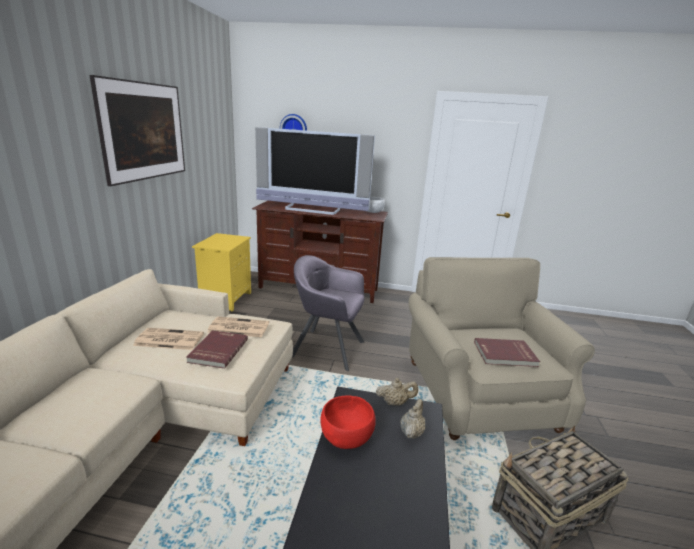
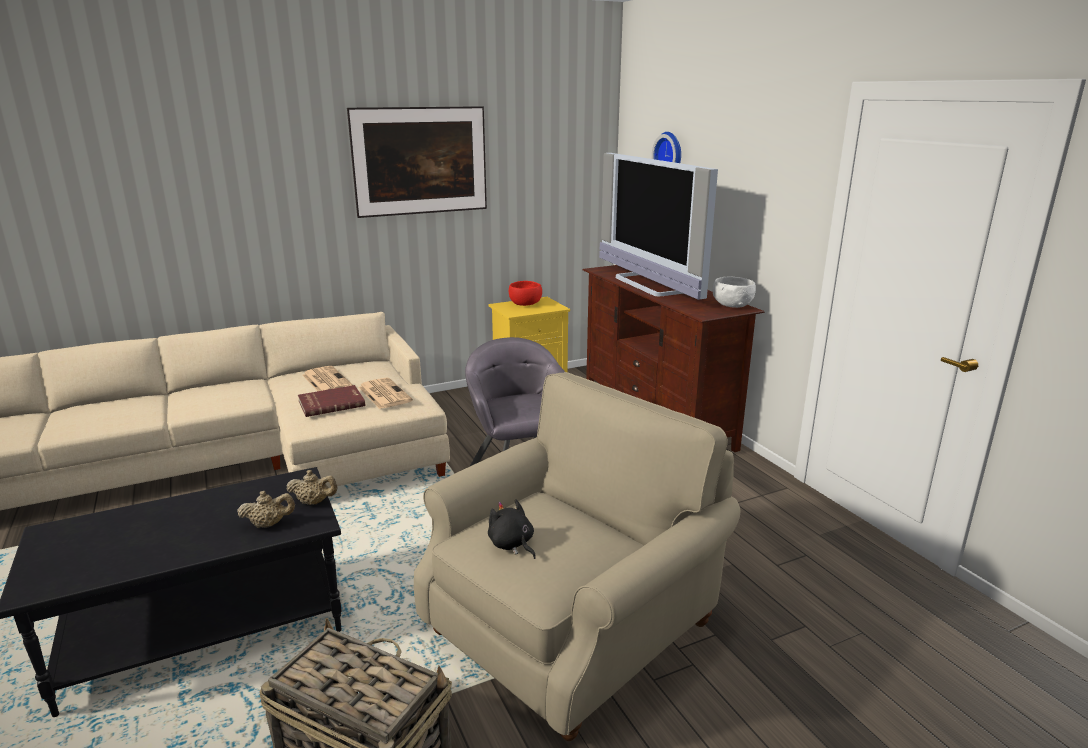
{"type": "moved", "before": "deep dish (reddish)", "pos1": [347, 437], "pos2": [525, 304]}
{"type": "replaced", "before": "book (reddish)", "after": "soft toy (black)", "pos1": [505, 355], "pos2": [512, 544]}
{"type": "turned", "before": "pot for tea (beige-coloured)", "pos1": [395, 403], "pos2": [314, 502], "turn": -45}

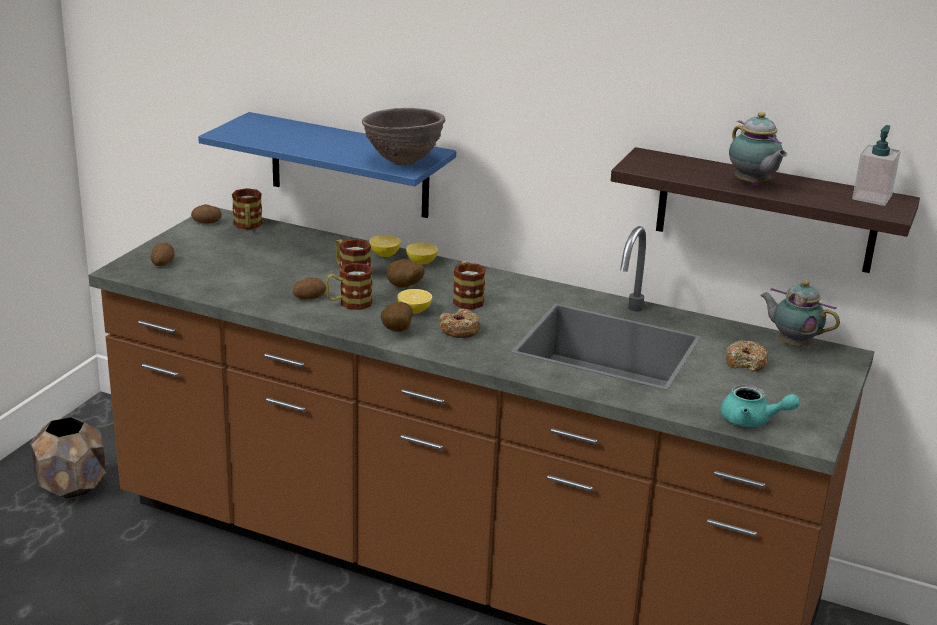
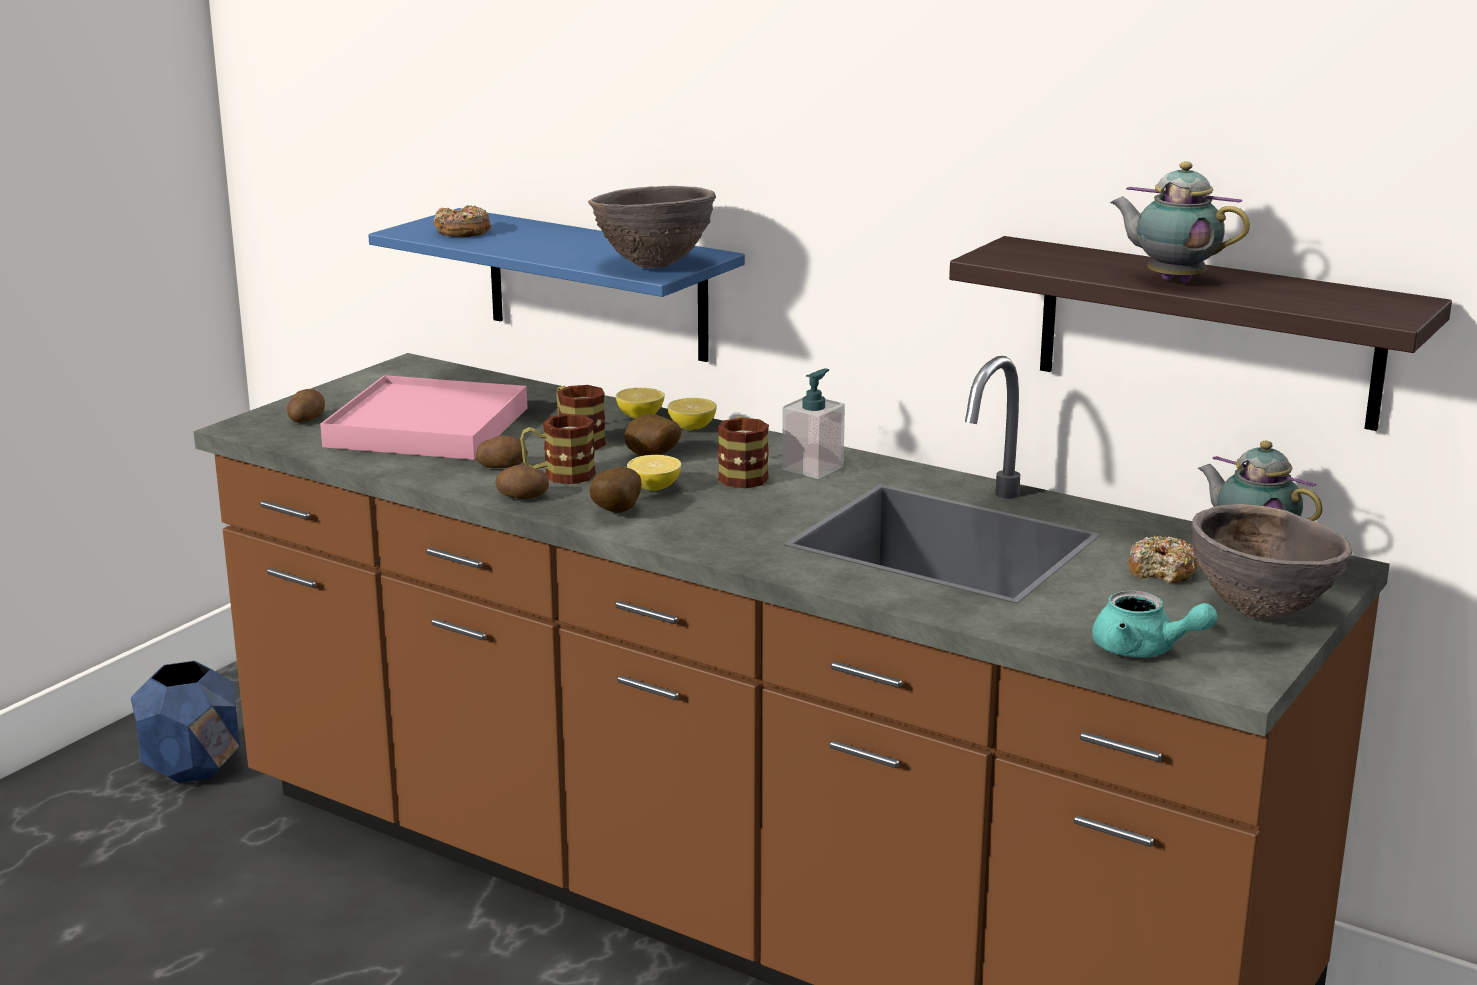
{"type": "removed", "before": "coffee mug", "pos1": [248, 226]}
{"type": "added", "after": "tray (pink-coloured)", "pos2": [428, 427]}
{"type": "added", "after": "deep dish (brownish)", "pos2": [1261, 613]}
{"type": "moved", "before": "potato", "pos1": [207, 222], "pos2": [523, 497]}
{"type": "moved", "before": "donut", "pos1": [459, 330], "pos2": [462, 232]}
{"type": "moved", "before": "liquid soap bottle", "pos1": [872, 197], "pos2": [813, 468]}
{"type": "recoloured", "before": "planter (brownish)", "after": "planter (bluish)", "pos1": [72, 487], "pos2": [193, 768]}
{"type": "turned", "before": "pot for tea", "pos1": [752, 184], "pos2": [1171, 280], "turn": 135}

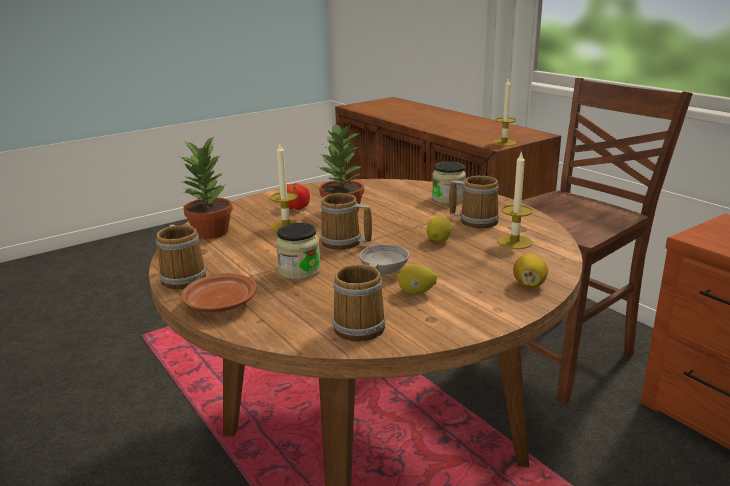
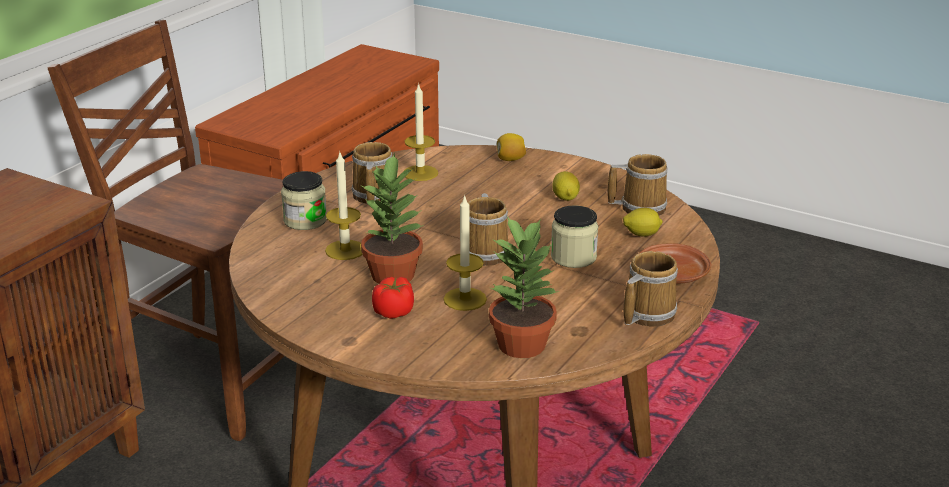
{"type": "removed", "before": "deep dish (grey)", "pos1": [384, 270]}
{"type": "moved", "before": "citrus fruit", "pos1": [439, 240], "pos2": [641, 235]}
{"type": "moved", "before": "wax candle", "pos1": [504, 143], "pos2": [345, 250]}

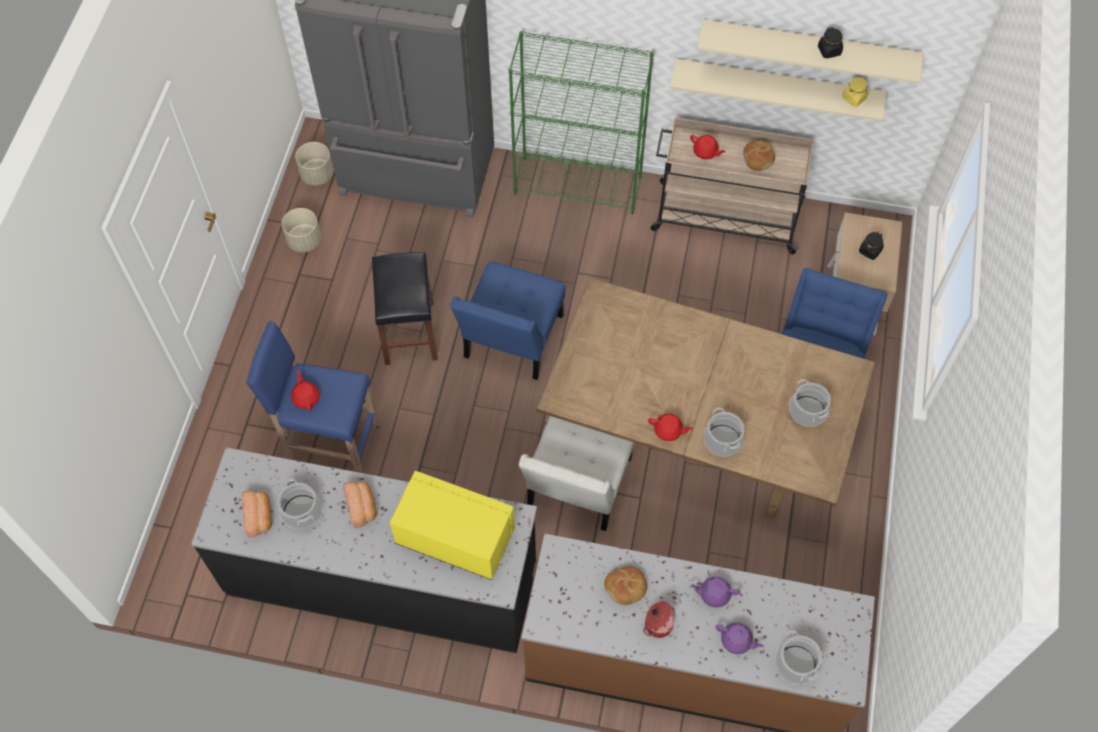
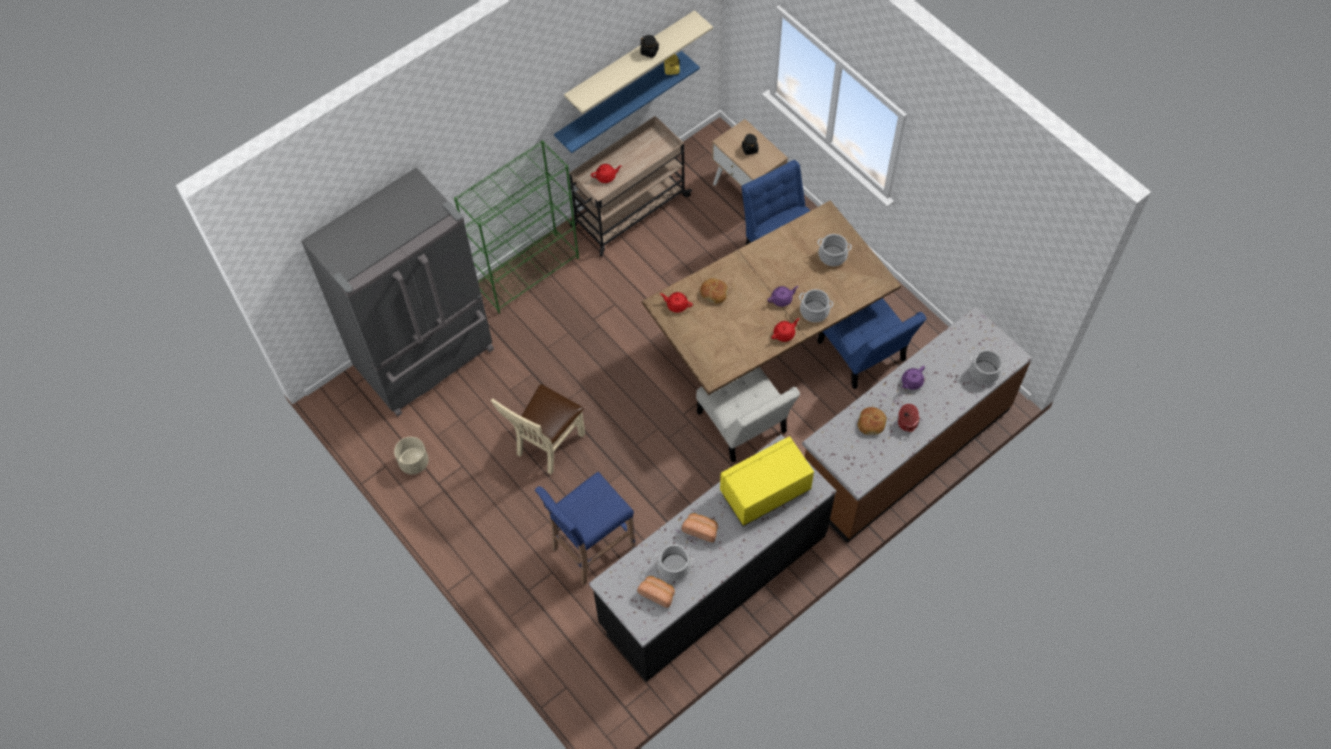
{"type": "removed", "before": "planter (beige-coloured)", "pos1": [317, 174]}
{"type": "moved", "before": "pot for tea (reddish)", "pos1": [306, 397], "pos2": [676, 305]}
{"type": "moved", "before": "upright chair (bluish)", "pos1": [511, 341], "pos2": [864, 355]}
{"type": "moved", "before": "pot for tea (purple-coloured)", "pos1": [736, 641], "pos2": [782, 299]}
{"type": "moved", "before": "bakery bread", "pos1": [758, 158], "pos2": [714, 293]}
{"type": "replaced", "before": "sitting stool (black)", "after": "upright chair (beige-coloured)", "pos1": [408, 332], "pos2": [547, 446]}
{"type": "recoloured", "before": "wall shelf (beige-coloured)", "after": "wall shelf (bluish)", "pos1": [777, 86], "pos2": [619, 100]}

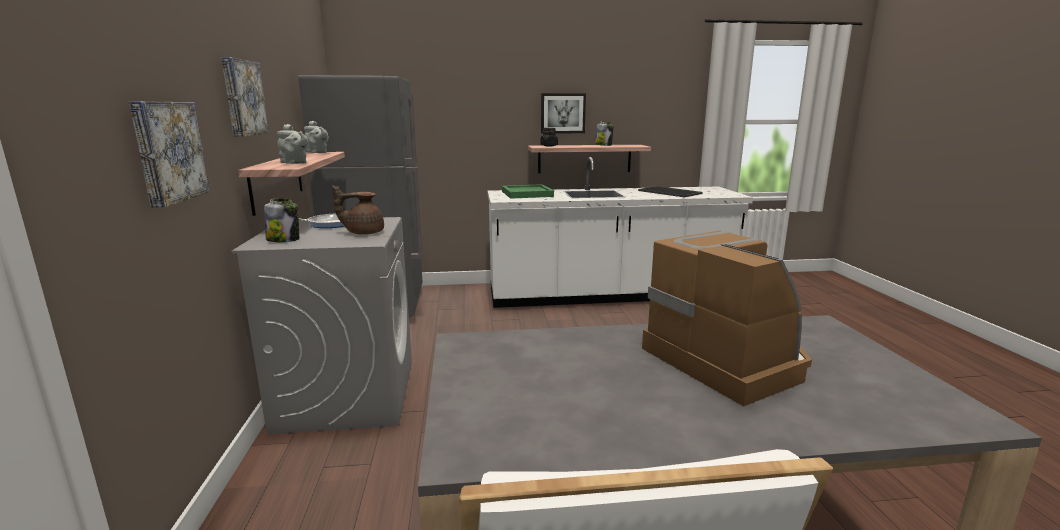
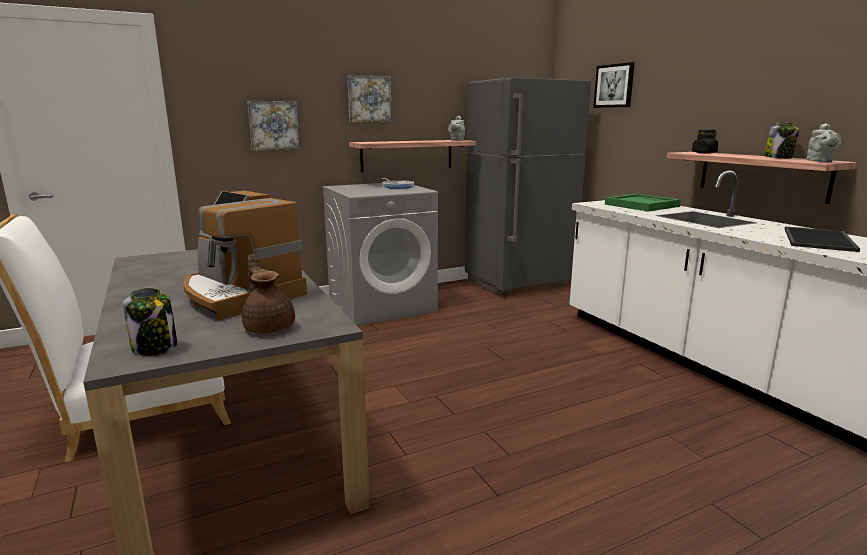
{"type": "moved", "before": "storage jar", "pos1": [284, 240], "pos2": [155, 347]}
{"type": "moved", "before": "pot for tea (grey)", "pos1": [295, 163], "pos2": [819, 161]}
{"type": "moved", "before": "pot for tea (brownish)", "pos1": [363, 233], "pos2": [269, 327]}
{"type": "moved", "before": "wall picture", "pos1": [563, 113], "pos2": [614, 86]}
{"type": "turned", "before": "coffee maker", "pos1": [726, 359], "pos2": [240, 295], "turn": 90}

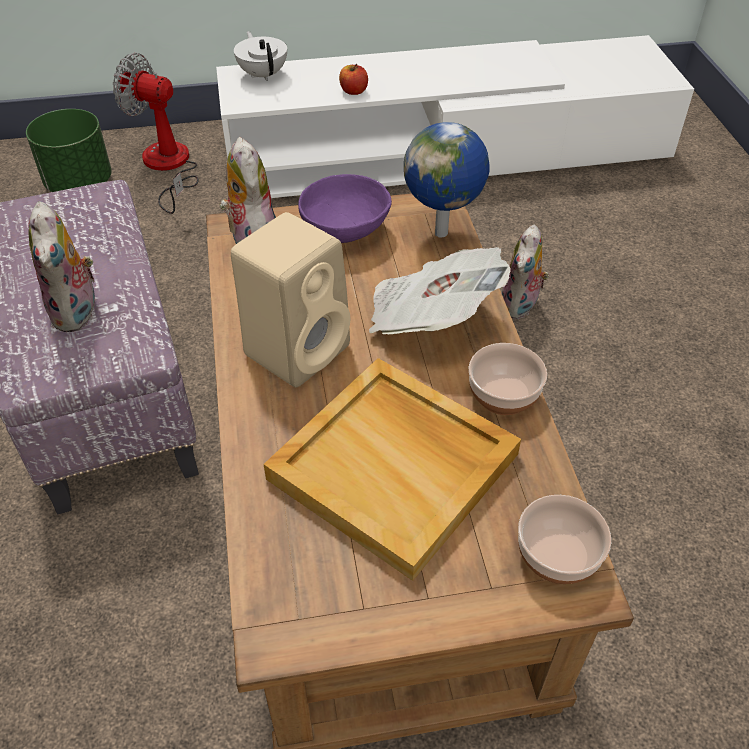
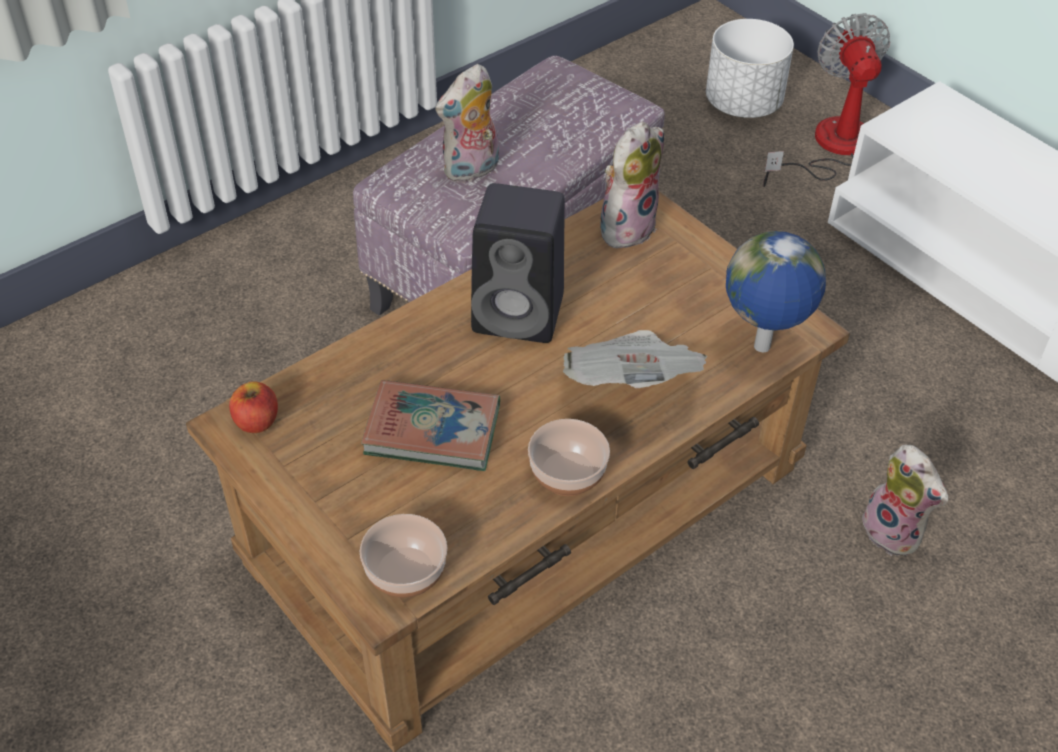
{"type": "removed", "before": "pot for tea (white-coloured)", "pos1": [263, 74]}
{"type": "removed", "before": "deep dish (purple-coloured)", "pos1": [346, 231]}
{"type": "moved", "before": "whole apple", "pos1": [353, 91], "pos2": [256, 421]}
{"type": "replaced", "before": "tray (beige-coloured)", "after": "book", "pos1": [396, 466], "pos2": [432, 431]}
{"type": "recoloured", "before": "planter (greenish)", "after": "planter (white-coloured)", "pos1": [79, 183], "pos2": [743, 104]}
{"type": "recoloured", "before": "audio speaker (beige-coloured)", "after": "audio speaker (black)", "pos1": [299, 348], "pos2": [521, 313]}
{"type": "turned", "before": "soft toy", "pos1": [520, 306], "pos2": [895, 532], "turn": -120}

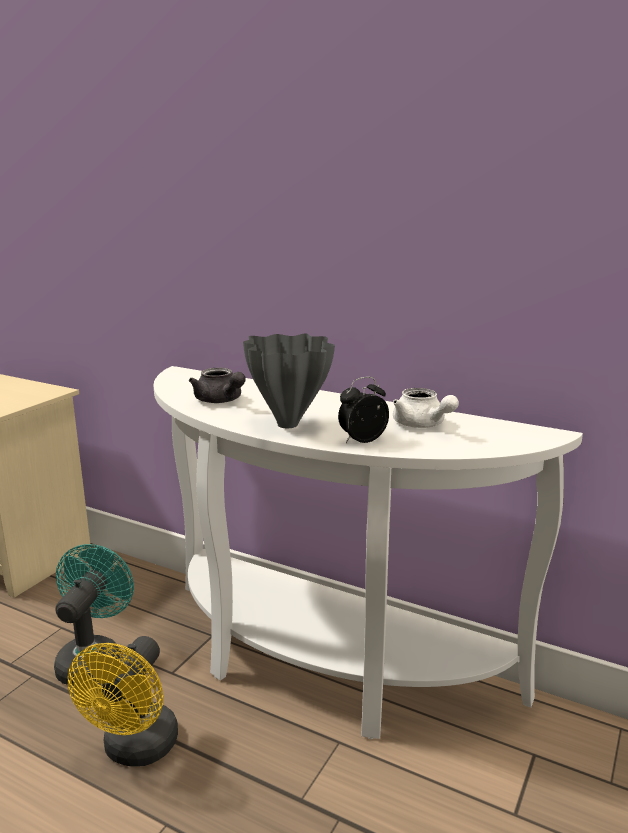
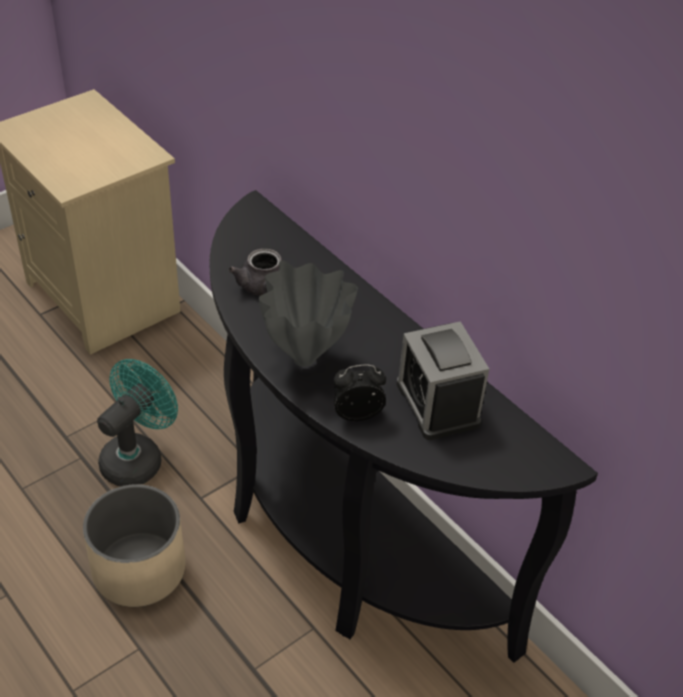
{"type": "replaced", "before": "electric fan (yellowish)", "after": "planter (beige-coloured)", "pos1": [135, 750], "pos2": [140, 569]}
{"type": "replaced", "before": "pot for tea (white-coloured)", "after": "alarm clock", "pos1": [422, 425], "pos2": [437, 404]}
{"type": "recoloured", "before": "hall table (white-coloured)", "after": "hall table (black)", "pos1": [318, 665], "pos2": [338, 539]}

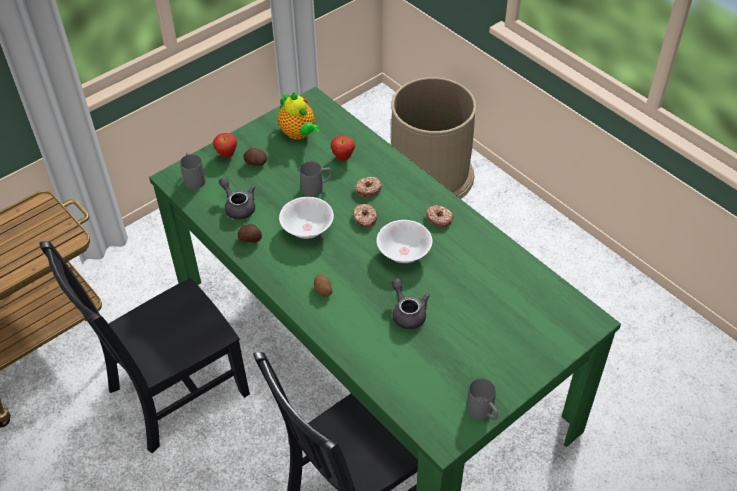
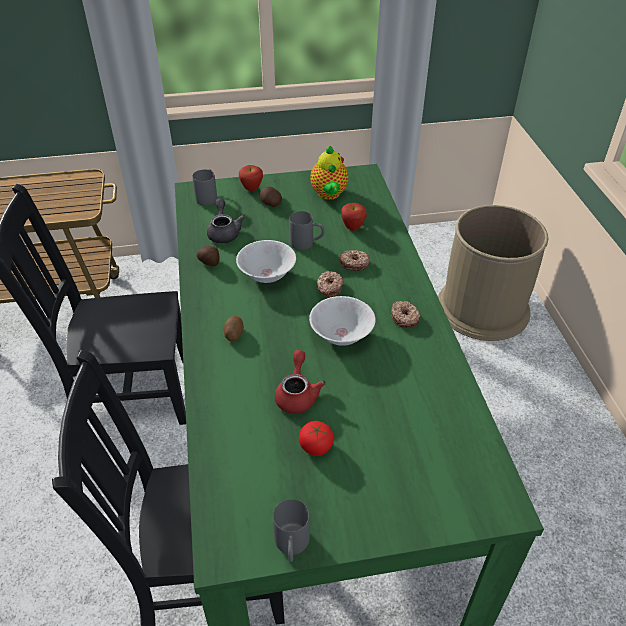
{"type": "added", "after": "fresh tomato", "pos2": [316, 446]}
{"type": "recoloured", "before": "pot for tea (grey)", "after": "pot for tea (reddish)", "pos1": [407, 313], "pos2": [297, 394]}

